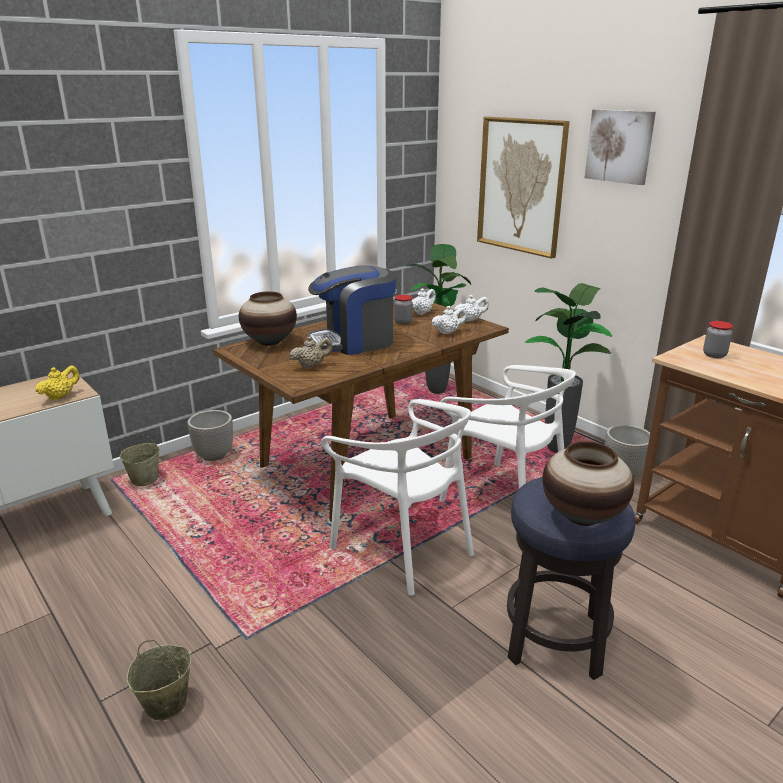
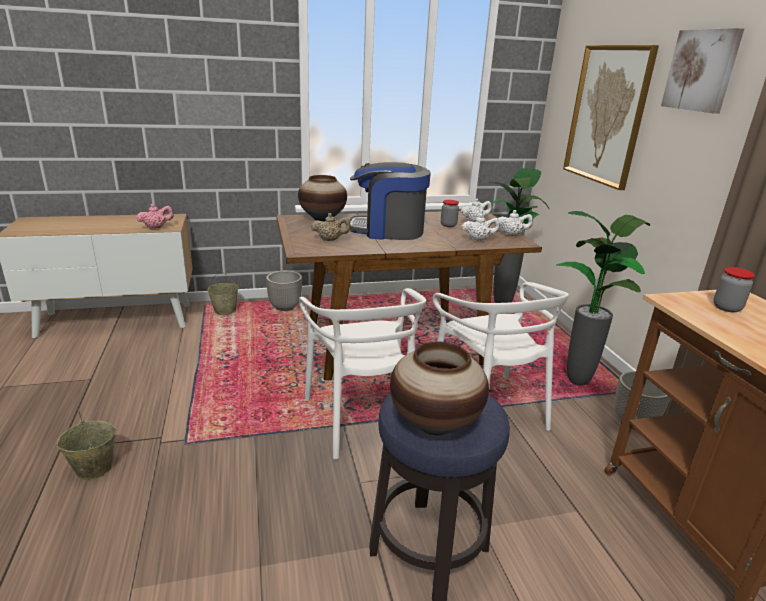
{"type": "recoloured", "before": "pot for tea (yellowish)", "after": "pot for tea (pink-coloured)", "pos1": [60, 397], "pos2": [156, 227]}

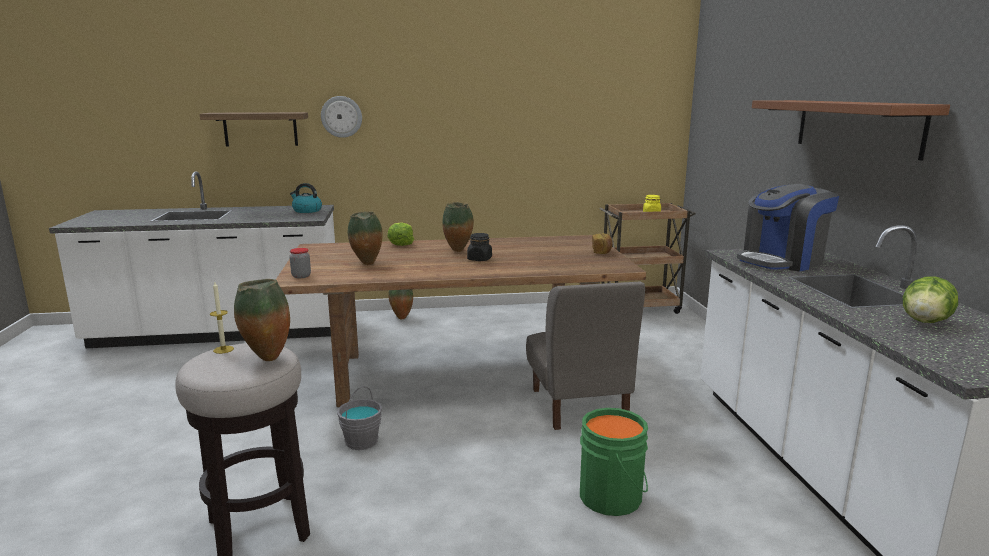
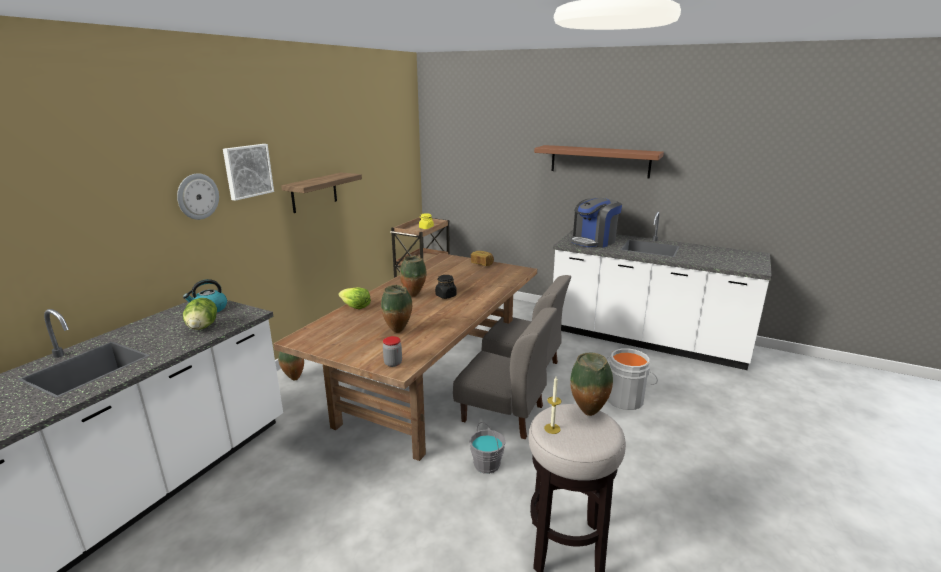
{"type": "added", "after": "wall picture", "pos2": [247, 171]}
{"type": "added", "after": "upright chair (grey)", "pos2": [503, 413]}
{"type": "moved", "before": "wall shelf", "pos1": [260, 129], "pos2": [314, 192]}
{"type": "moved", "before": "lettuce head", "pos1": [925, 321], "pos2": [202, 327]}
{"type": "recoloured", "before": "water bucket (greenish)", "after": "water bucket (grey)", "pos1": [613, 497], "pos2": [625, 399]}
{"type": "turned", "before": "coffee maker", "pos1": [781, 261], "pos2": [593, 241], "turn": 45}

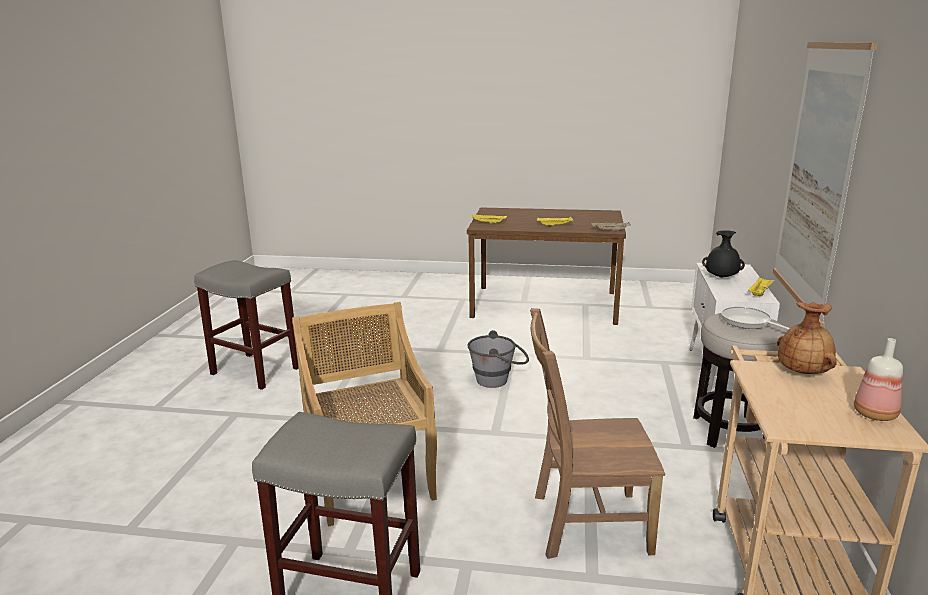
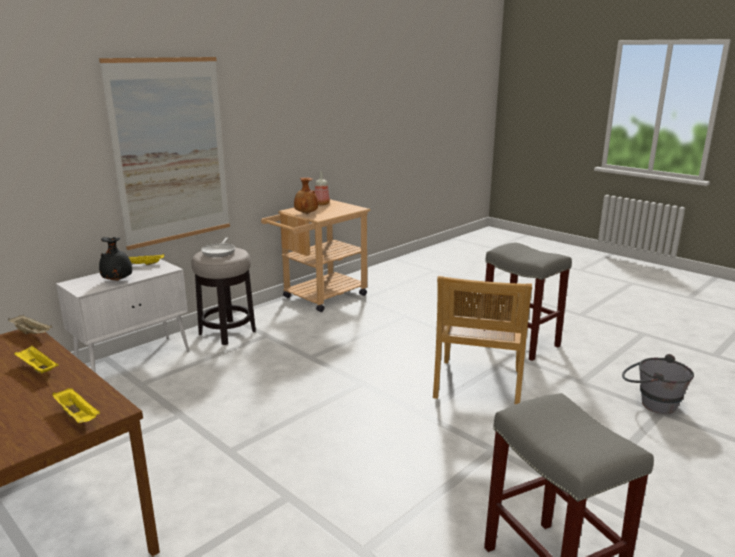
{"type": "removed", "before": "upright chair (brownish)", "pos1": [585, 523]}
{"type": "moved", "before": "water bucket (grey)", "pos1": [498, 380], "pos2": [651, 403]}

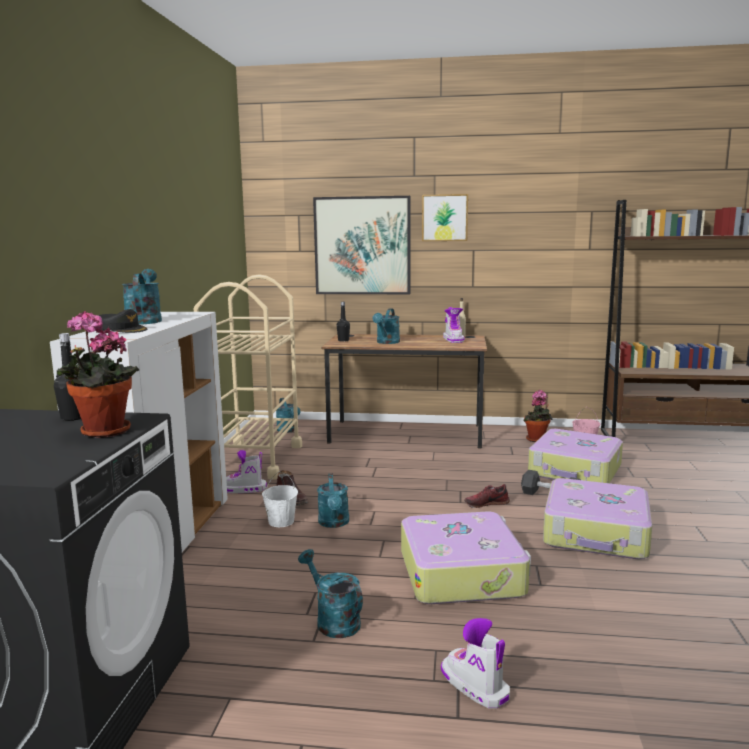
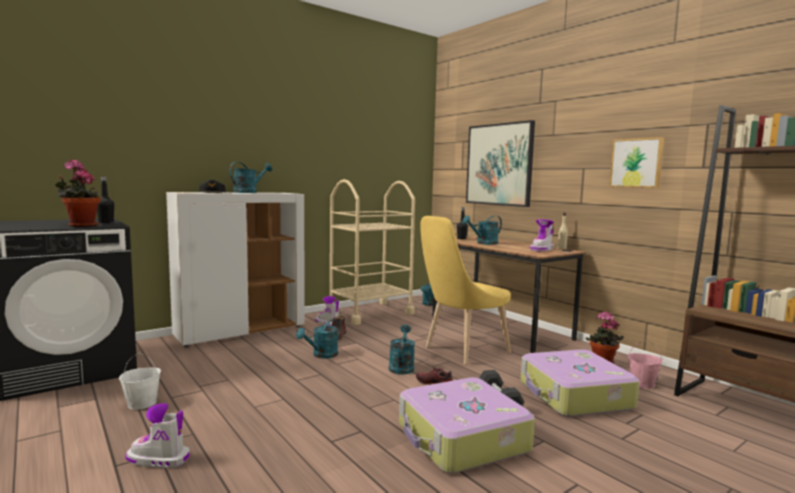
{"type": "removed", "before": "travel case", "pos1": [462, 573]}
{"type": "added", "after": "upright chair (yellowish)", "pos2": [462, 351]}
{"type": "moved", "before": "water bucket (white-coloured)", "pos1": [281, 521], "pos2": [142, 403]}
{"type": "moved", "before": "watering can (turquoise)", "pos1": [333, 620], "pos2": [401, 366]}
{"type": "moved", "before": "wall picture", "pos1": [444, 218], "pos2": [637, 163]}
{"type": "turned", "before": "tall boot", "pos1": [474, 685], "pos2": [158, 459], "turn": -90}

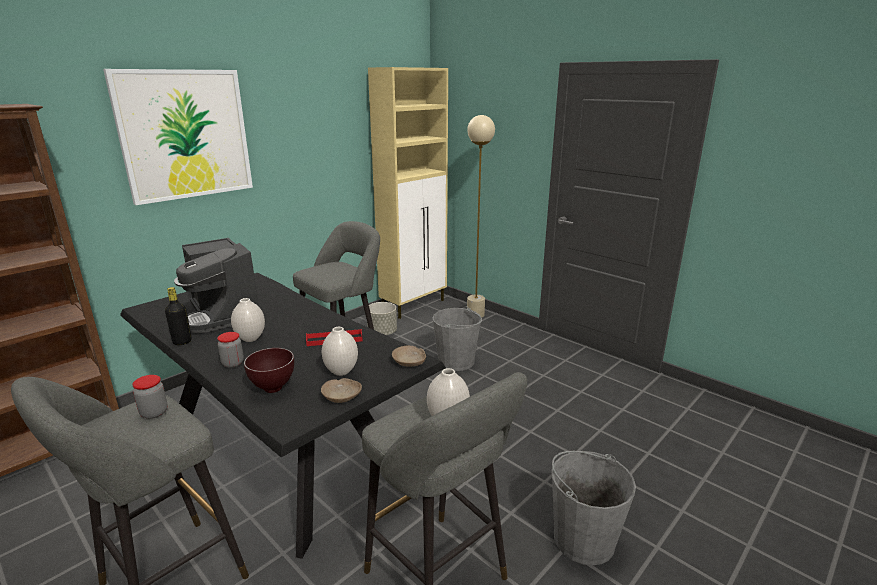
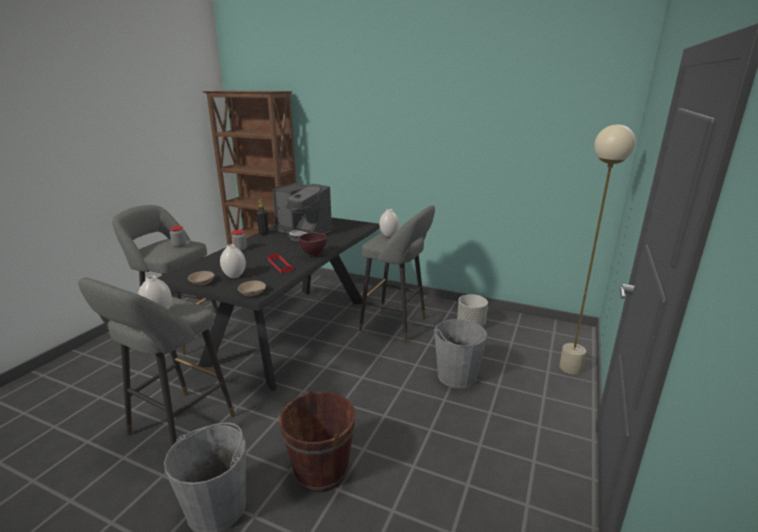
{"type": "removed", "before": "wall picture", "pos1": [185, 135]}
{"type": "removed", "before": "cupboard (beige-coloured)", "pos1": [414, 305]}
{"type": "added", "after": "water bucket (brownish)", "pos2": [321, 470]}
{"type": "moved", "before": "decorative vase (white-coloured)", "pos1": [251, 338], "pos2": [389, 235]}
{"type": "moved", "before": "deep dish (brownish)", "pos1": [272, 388], "pos2": [314, 255]}
{"type": "turned", "before": "coffee maker", "pos1": [223, 315], "pos2": [303, 232], "turn": -90}

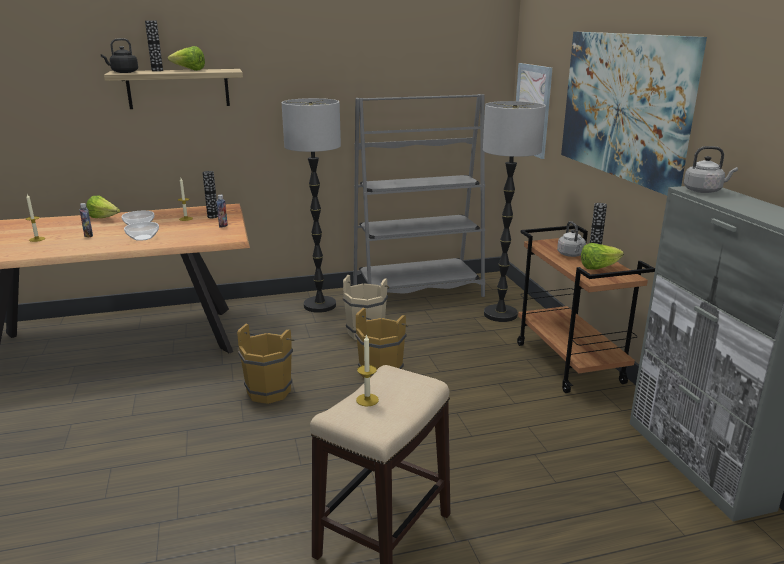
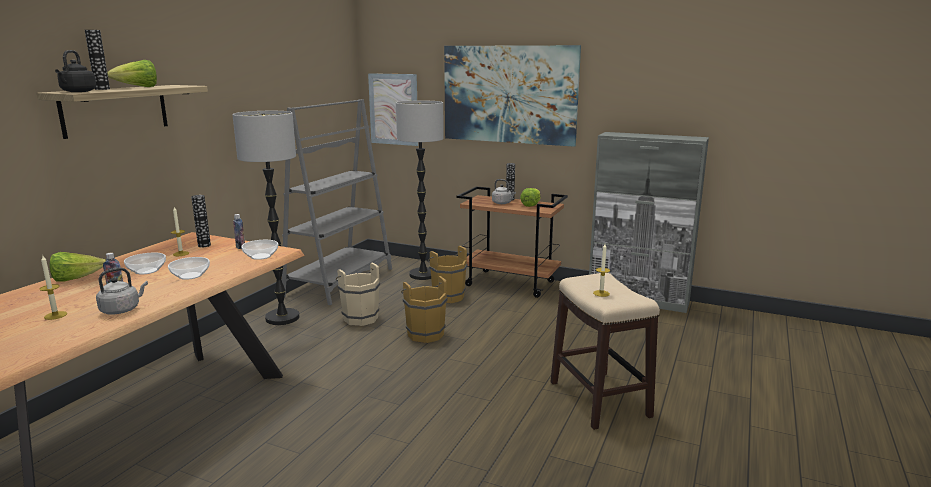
{"type": "added", "after": "deep dish", "pos2": [261, 256]}
{"type": "moved", "before": "water bucket (brownish)", "pos1": [271, 390], "pos2": [447, 296]}
{"type": "moved", "before": "kettle (grey)", "pos1": [704, 191], "pos2": [122, 310]}

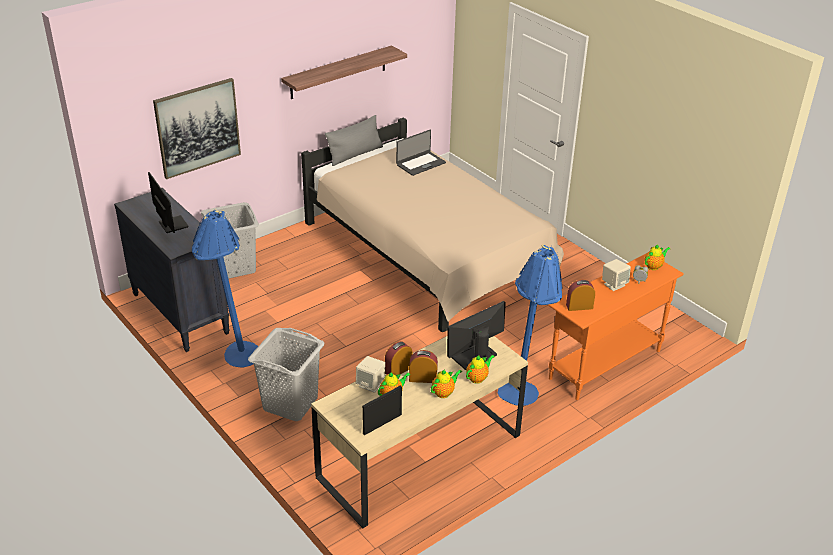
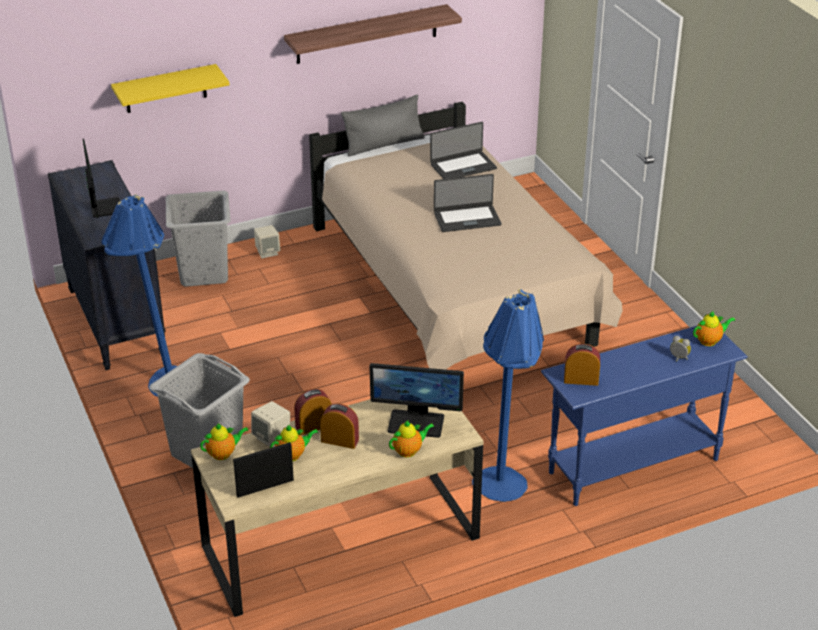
{"type": "added", "after": "laptop", "pos2": [467, 218]}
{"type": "moved", "before": "pot for tea", "pos1": [444, 392], "pos2": [223, 453]}
{"type": "moved", "before": "audio speaker (beige-coloured)", "pos1": [614, 284], "pos2": [267, 252]}
{"type": "replaced", "before": "wall picture", "after": "wall shelf (yellowish)", "pos1": [197, 127], "pos2": [165, 89]}
{"type": "recoloured", "before": "hall table (orange)", "after": "hall table (bluish)", "pos1": [604, 364], "pos2": [632, 466]}
{"type": "turned", "before": "computer display", "pos1": [474, 356], "pos2": [416, 423], "turn": -150}

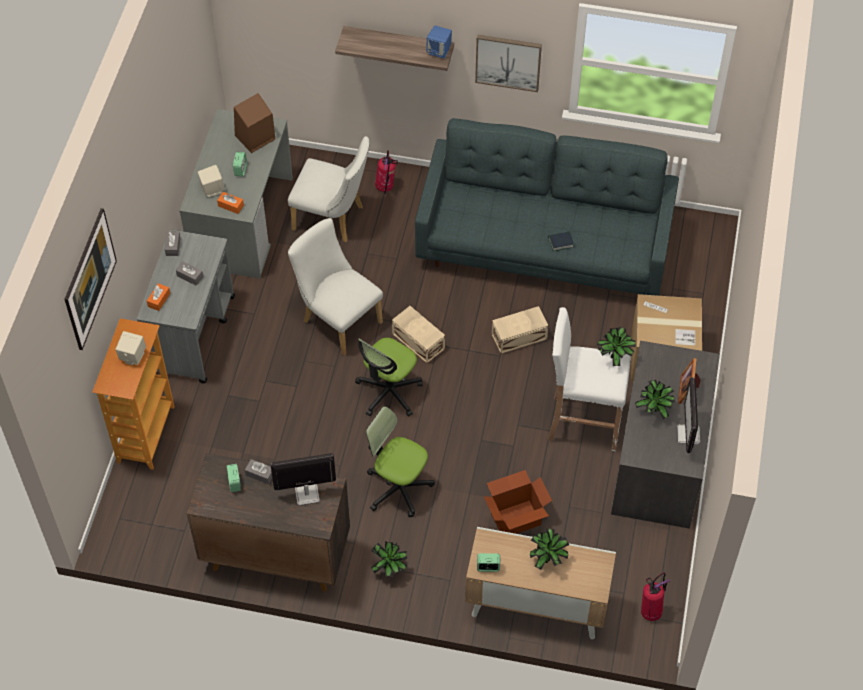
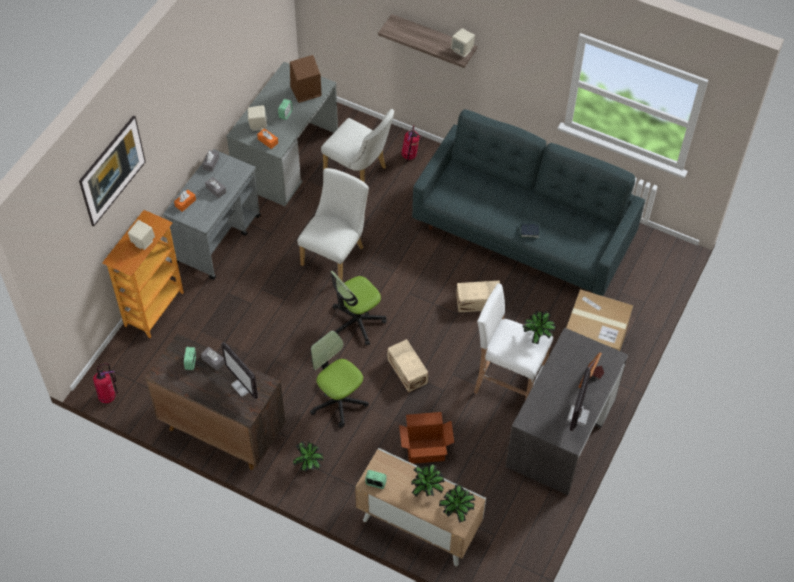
{"type": "removed", "before": "wall picture", "pos1": [508, 62]}
{"type": "moved", "before": "storage container (beige-coloured)", "pos1": [418, 340], "pos2": [407, 370]}
{"type": "moved", "before": "plant in a pot", "pos1": [654, 411], "pos2": [457, 511]}
{"type": "moved", "before": "extinguisher", "pos1": [651, 611], "pos2": [108, 396]}
{"type": "recoloured", "before": "audio speaker (bluish)", "after": "audio speaker (beige-coloured)", "pos1": [439, 51], "pos2": [462, 50]}
{"type": "turned", "before": "computer display", "pos1": [306, 494], "pos2": [244, 386], "turn": -135}
{"type": "turned", "before": "upright chair (white-coloured)", "pos1": [337, 319], "pos2": [335, 253], "turn": 60}

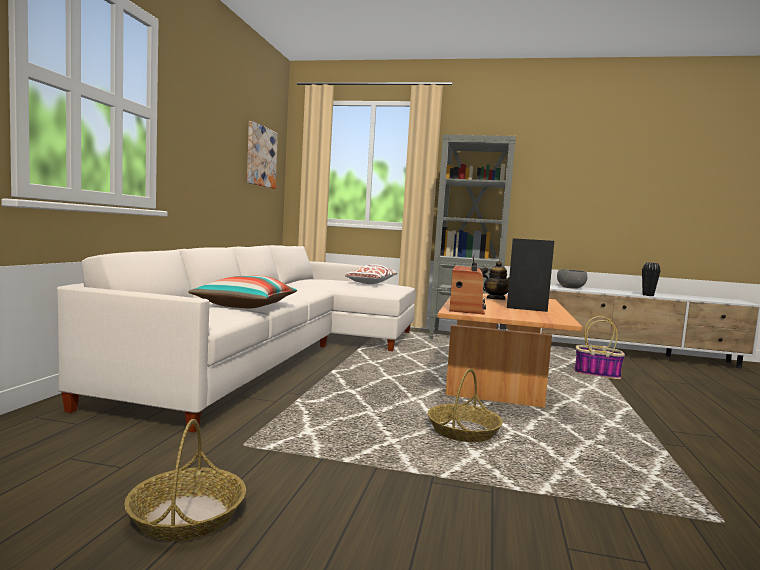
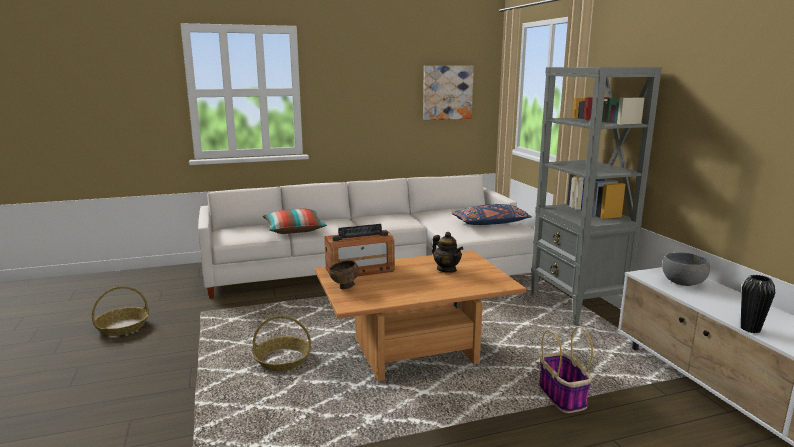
{"type": "removed", "before": "audio speaker (black)", "pos1": [527, 307]}
{"type": "added", "after": "deep dish (brownish)", "pos2": [344, 287]}
{"type": "recoloured", "before": "throw pillow (white-coloured)", "after": "throw pillow (bluish)", "pos1": [371, 283], "pos2": [490, 223]}

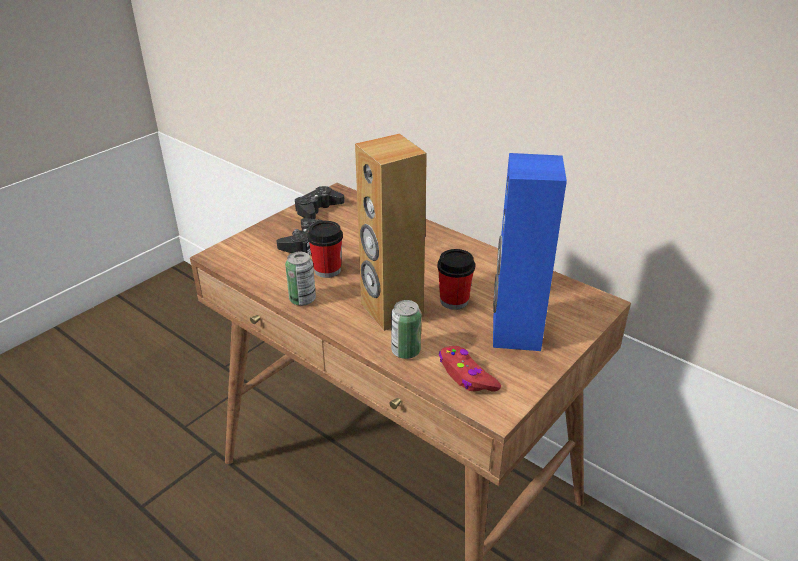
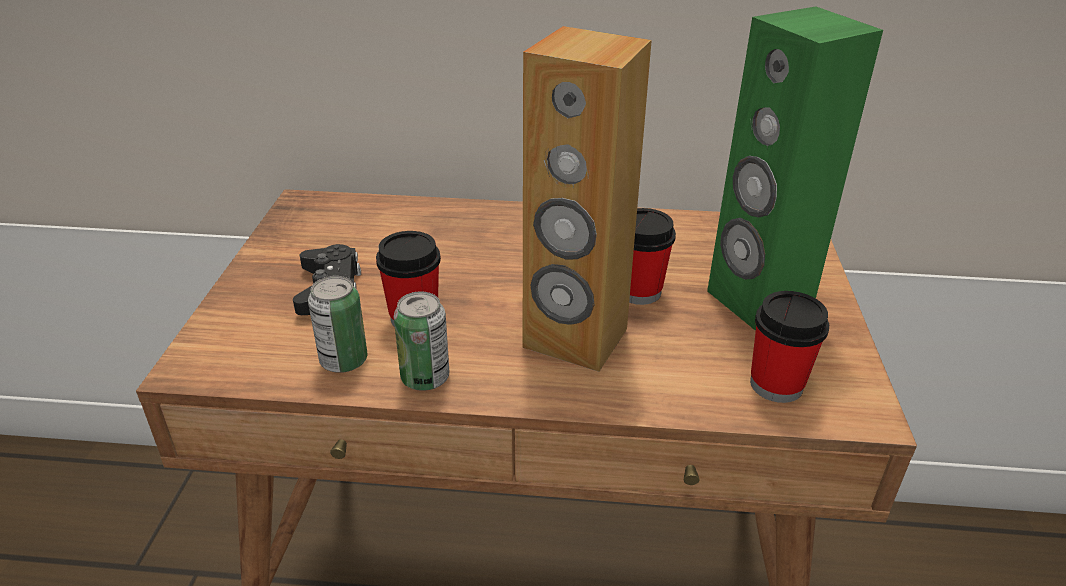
{"type": "removed", "before": "gamepad (black)", "pos1": [318, 209]}
{"type": "moved", "before": "metal can", "pos1": [406, 351], "pos2": [344, 361]}
{"type": "replaced", "before": "gamepad (reddish)", "after": "small cup", "pos1": [466, 376], "pos2": [776, 385]}
{"type": "recoloured", "before": "audio speaker (bluish)", "after": "audio speaker (greenish)", "pos1": [515, 332], "pos2": [757, 302]}

